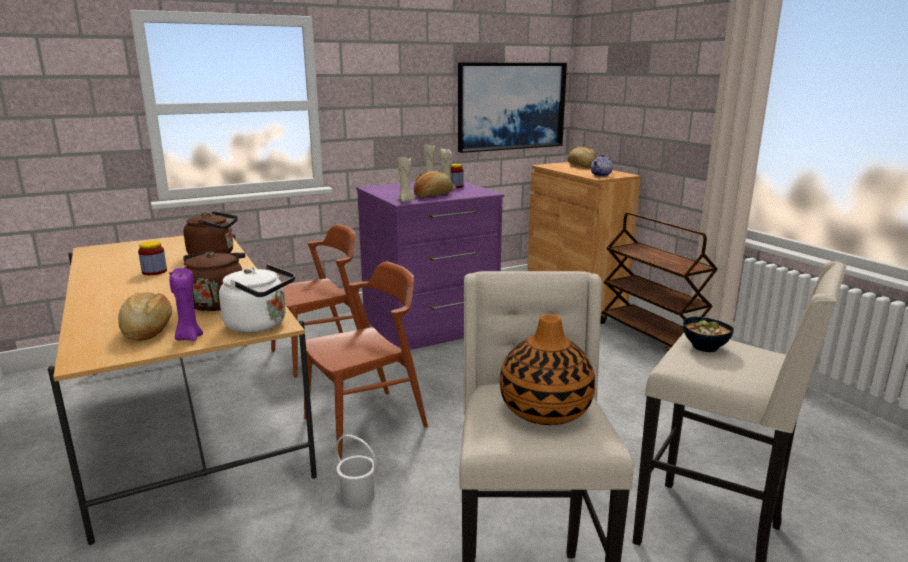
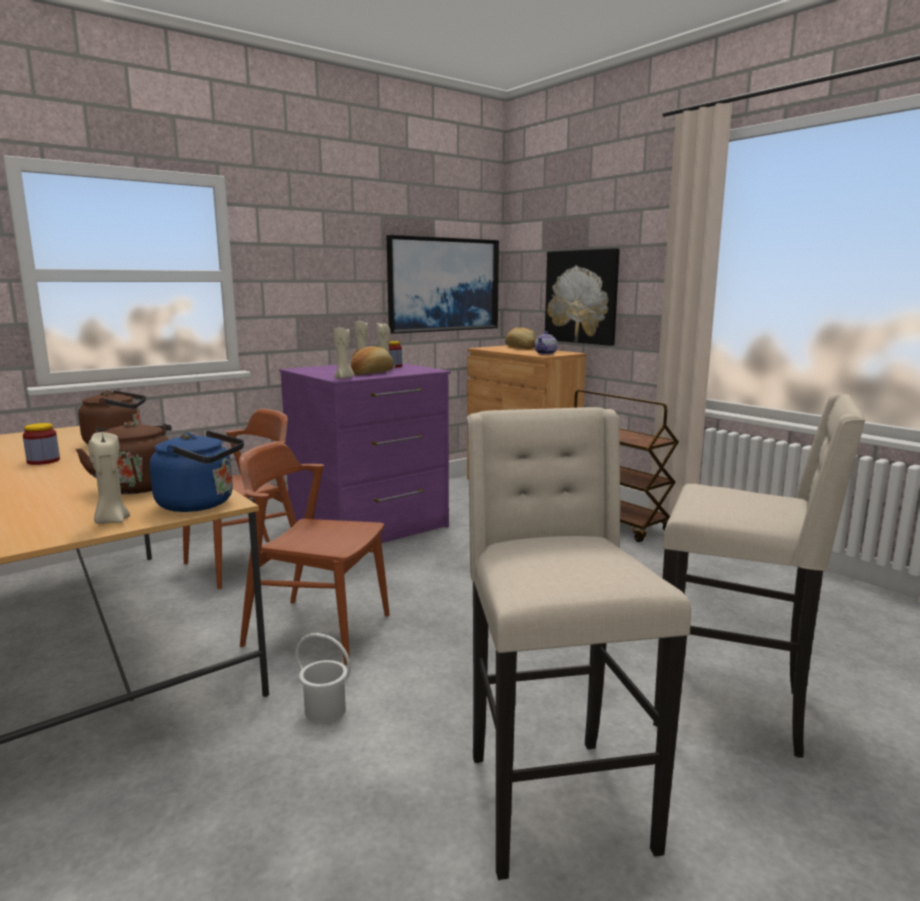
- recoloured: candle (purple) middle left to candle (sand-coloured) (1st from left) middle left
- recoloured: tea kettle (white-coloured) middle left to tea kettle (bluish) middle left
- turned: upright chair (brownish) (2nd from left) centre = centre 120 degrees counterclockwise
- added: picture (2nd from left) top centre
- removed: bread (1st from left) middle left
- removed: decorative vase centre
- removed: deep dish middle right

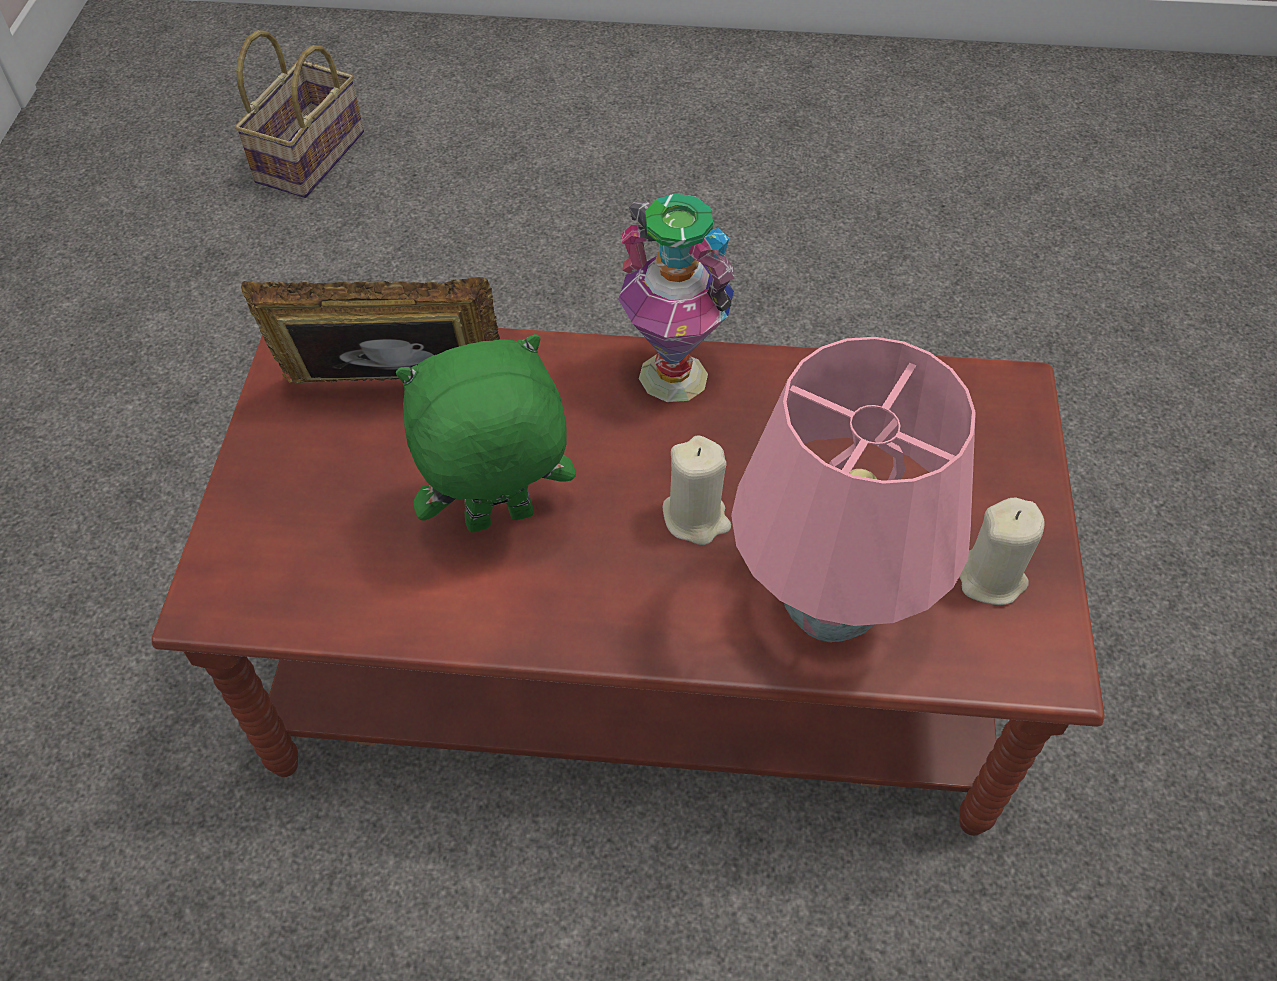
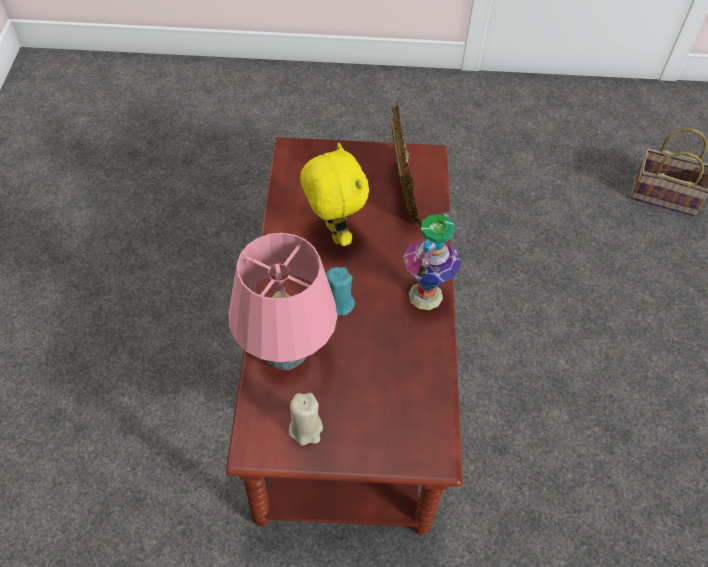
- recoloured: soft toy (green-coloured) centre to soft toy (yellow) centre
- recoloured: candle (sand-coloured) (1st from left) centre to candle (blue-green) centre

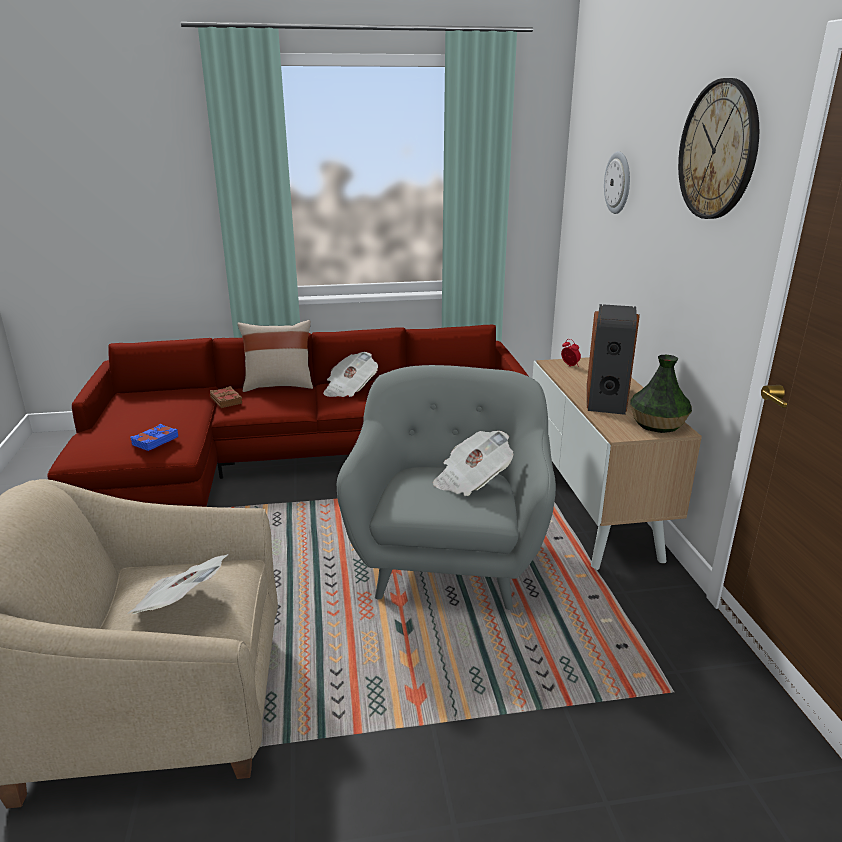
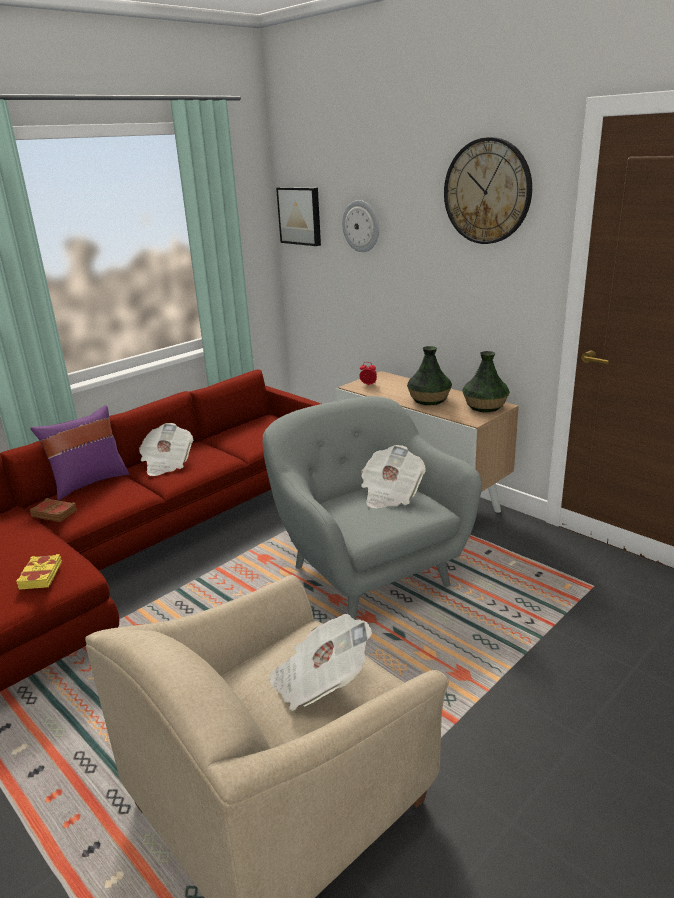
- recoloured: book (bluish) middle left to book (yellow) middle left
- recoloured: pillow (sand-coloured) middle left to pillow (purple) middle left
- added: picture top centre
- replaced: loudspeaker middle right to decorative vase (1st from left) centre

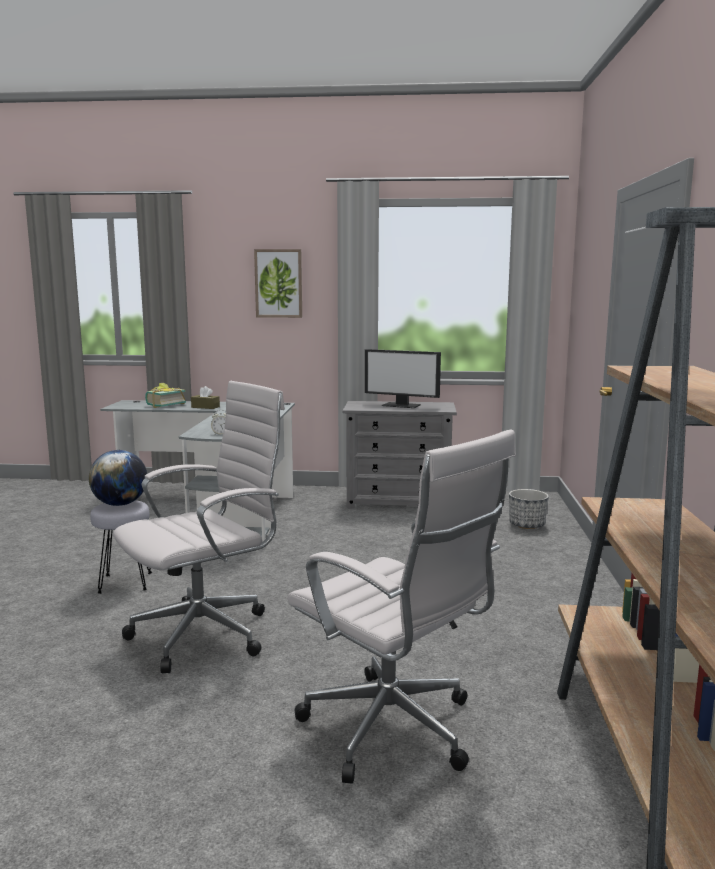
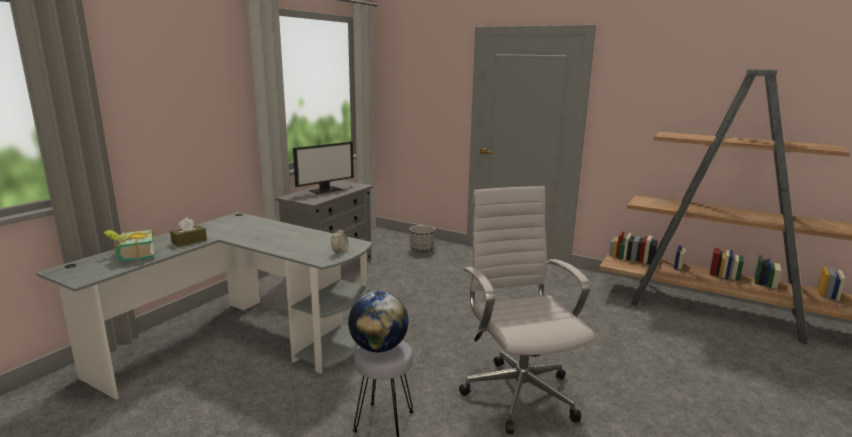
- removed: picture top centre
- removed: office chair (white-coloured) (2nd from left) bottom centre

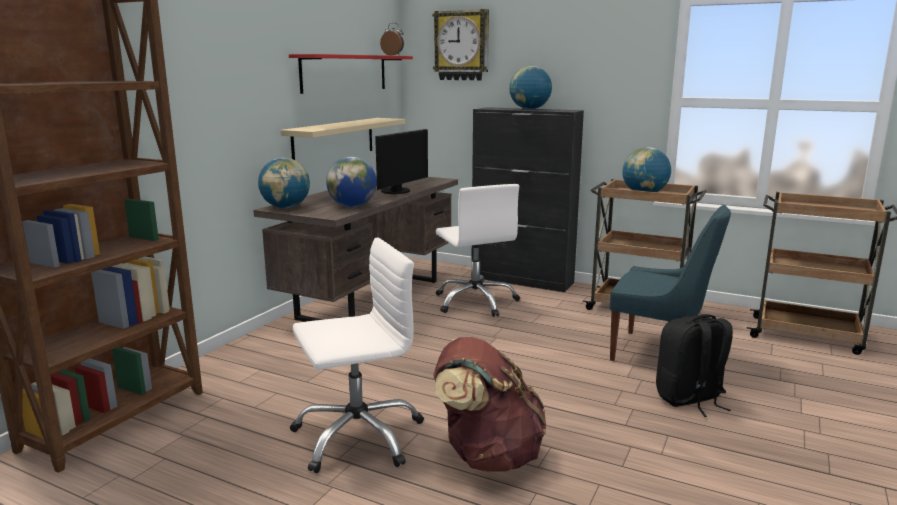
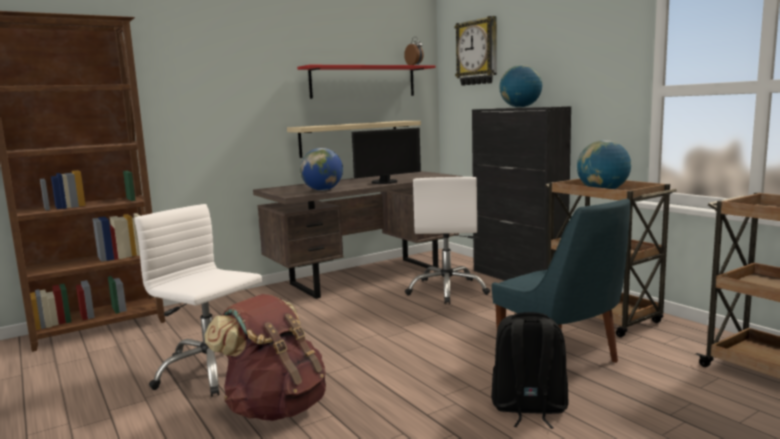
- turned: office chair (white-coloured) (1st from left) bottom centre = bottom left 150 degrees counterclockwise
- removed: globe (1st from left) middle left

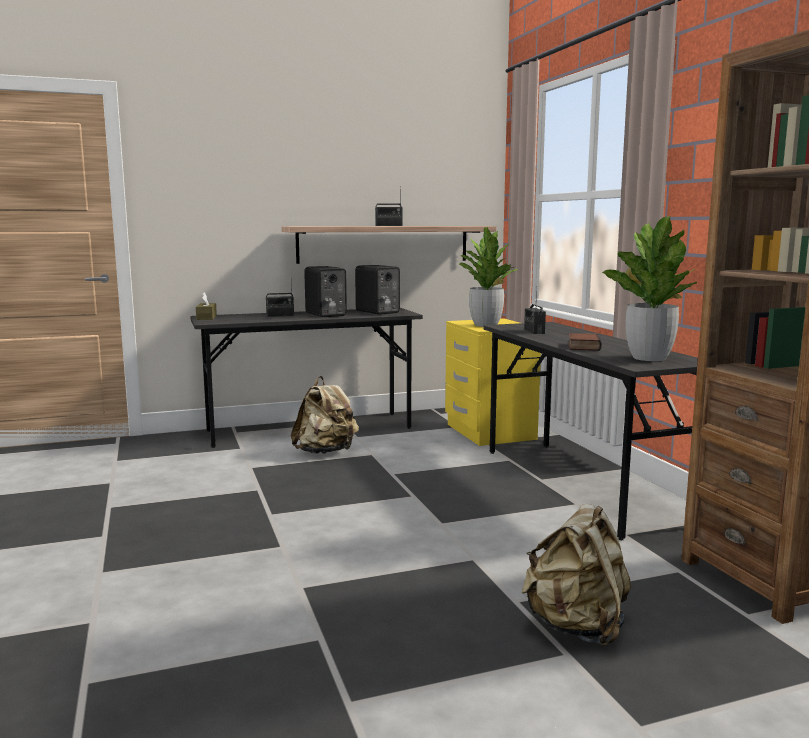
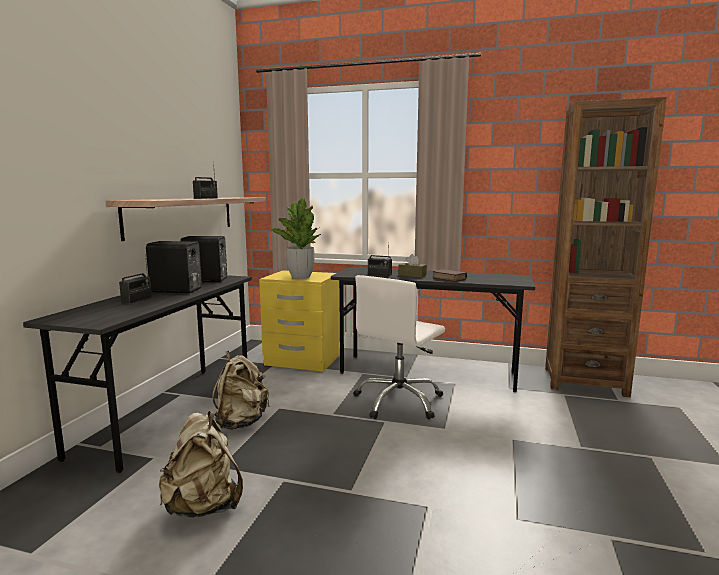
- moved: rucksack (sand-coloured) (2nd from left in the first image) bottom right to rucksack (sand-coloured) (1st from left) bottom left
- added: office chair (white-coloured) centre
- moved: box of tissues (brownish) middle left to centre
- removed: potted plant (2nd from left) middle right

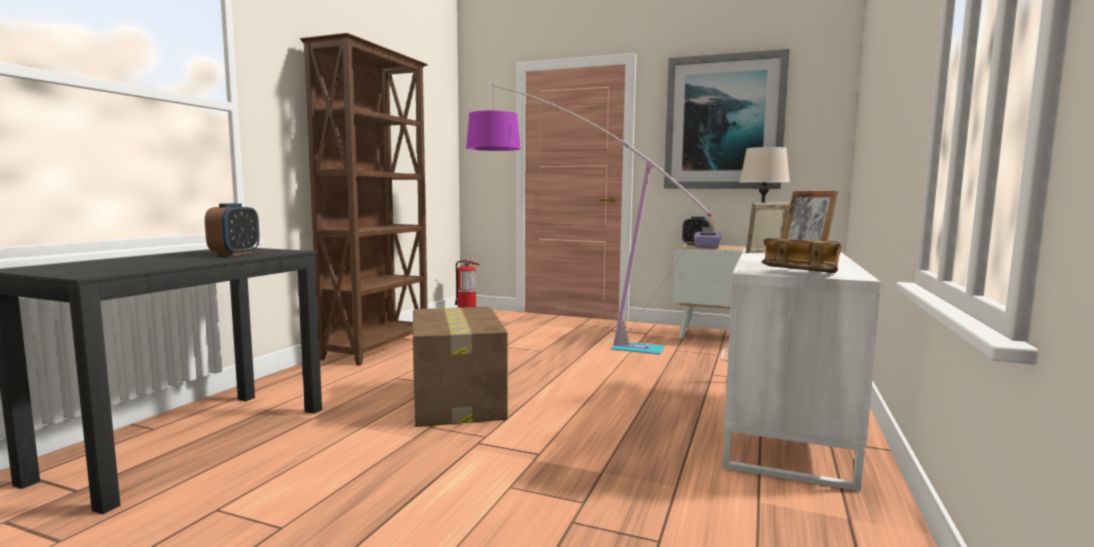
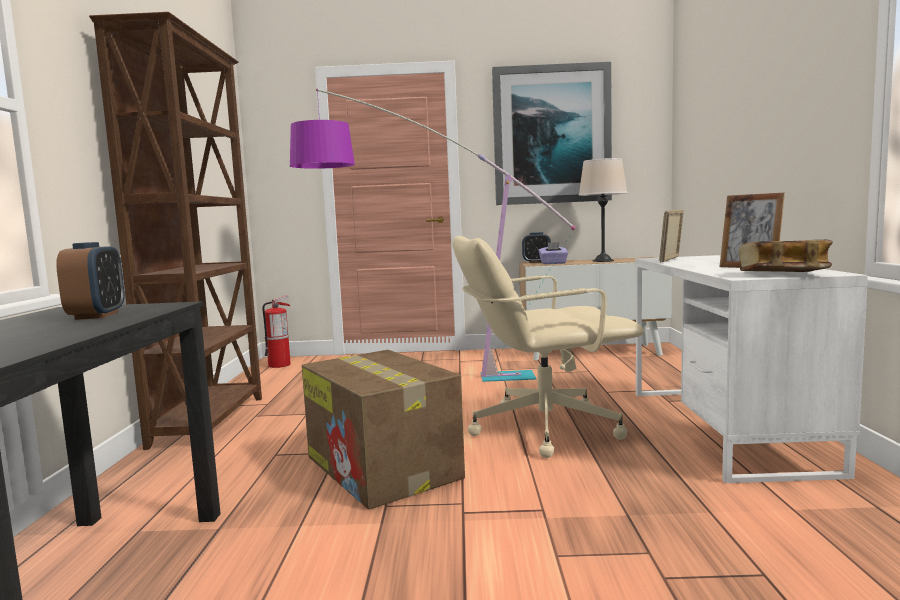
- added: office chair (sand-coloured) centre

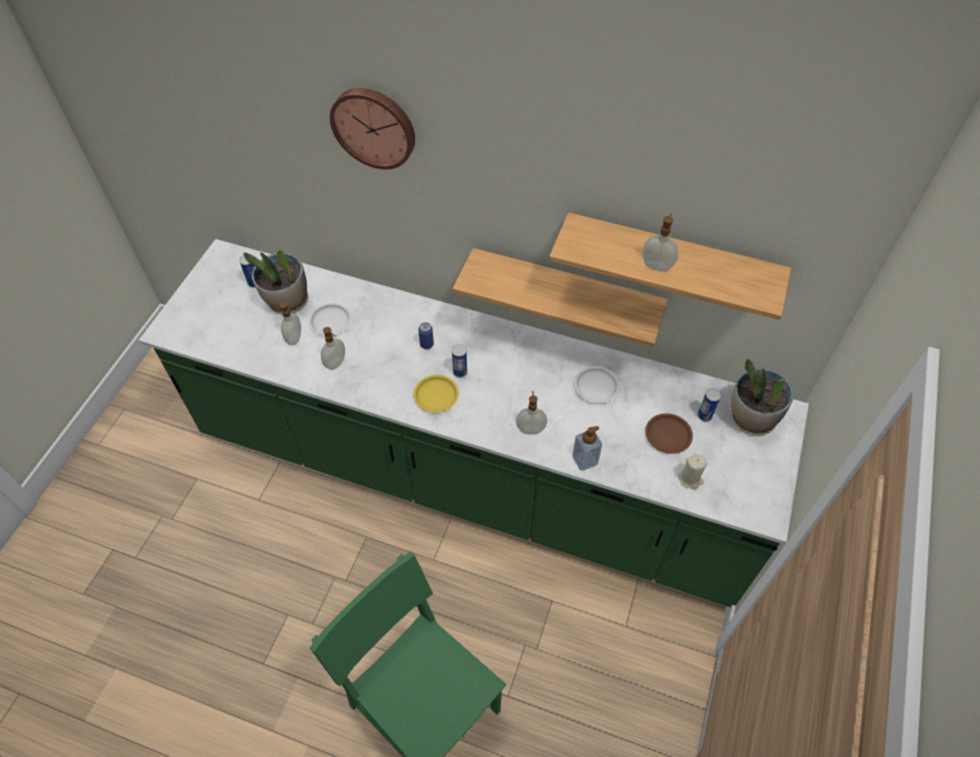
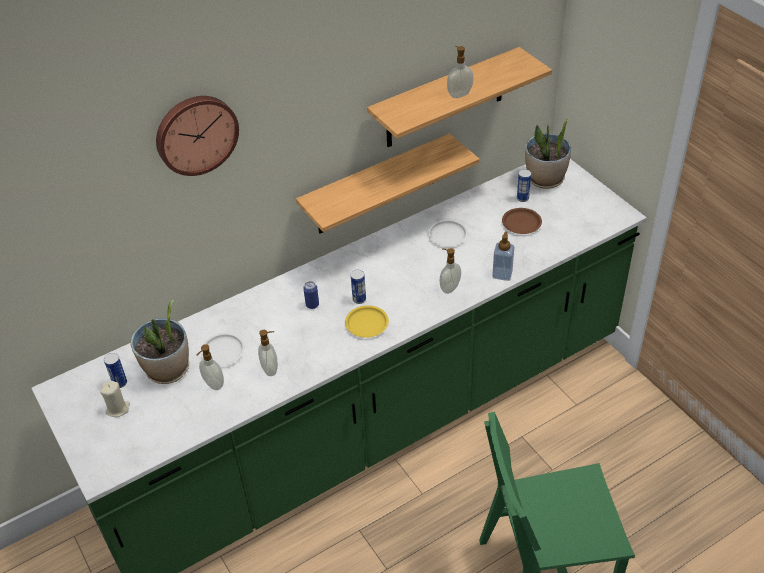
- moved: candle (sand-coloured) middle right to bottom left

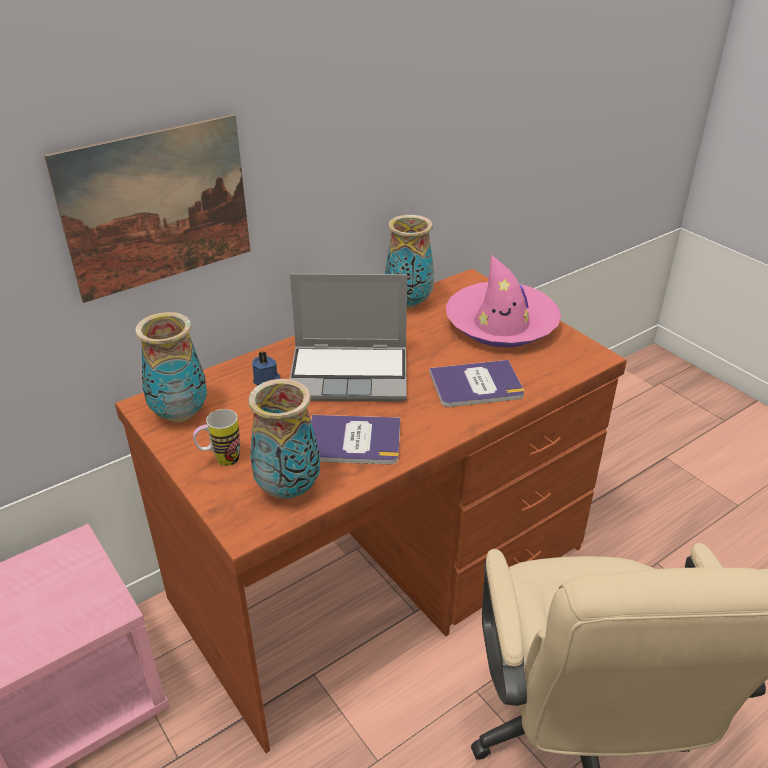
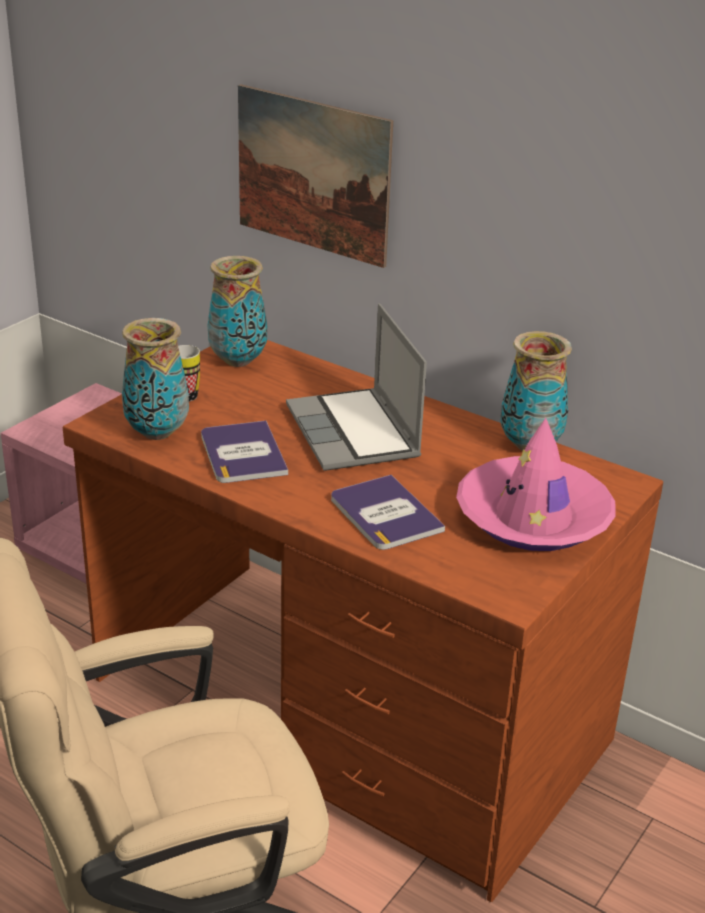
- removed: candle (bluish) centre

